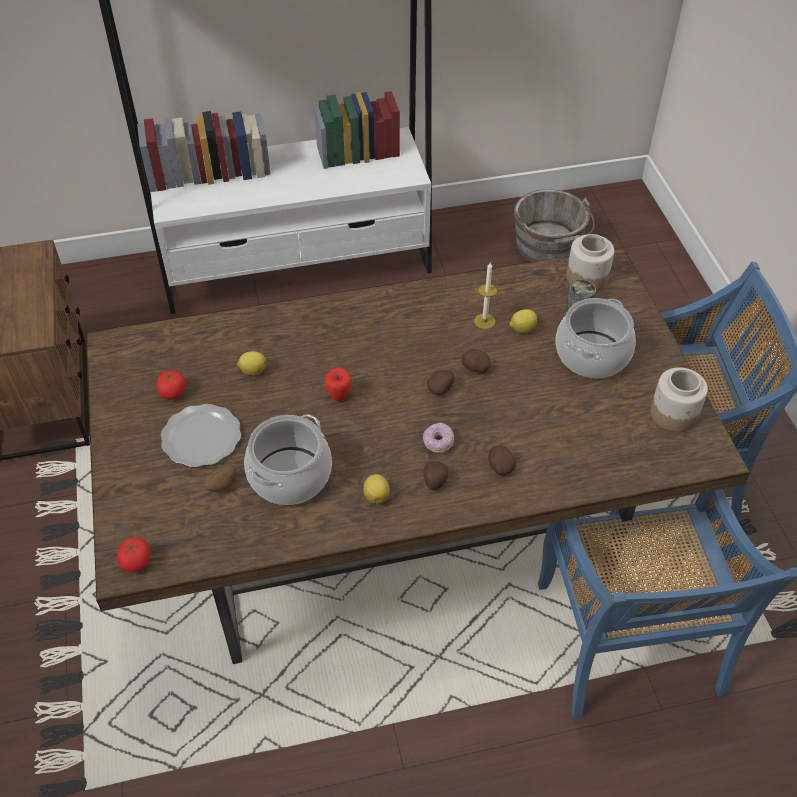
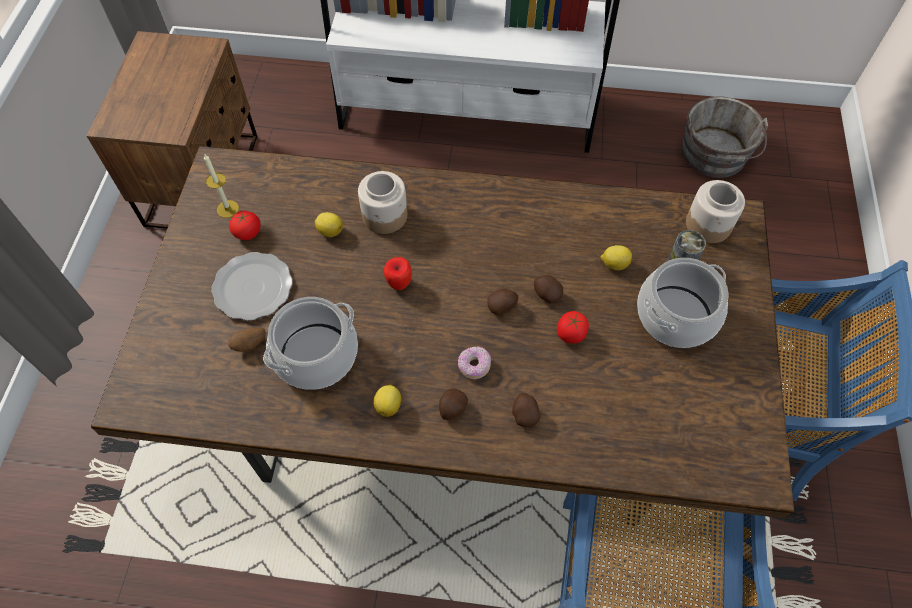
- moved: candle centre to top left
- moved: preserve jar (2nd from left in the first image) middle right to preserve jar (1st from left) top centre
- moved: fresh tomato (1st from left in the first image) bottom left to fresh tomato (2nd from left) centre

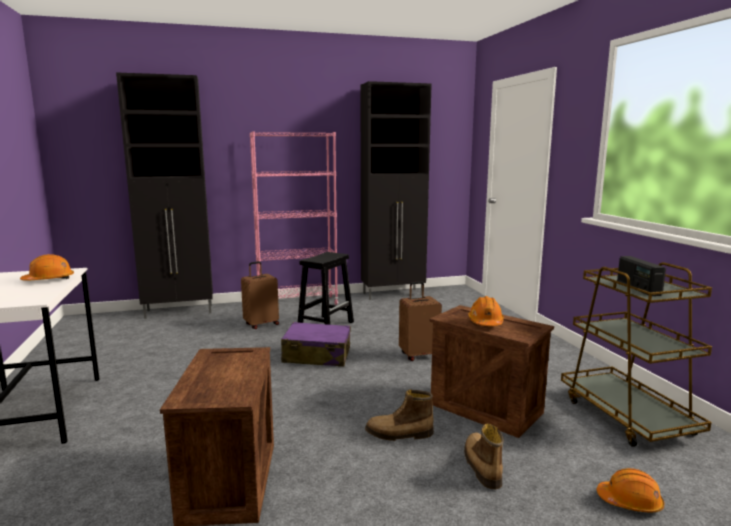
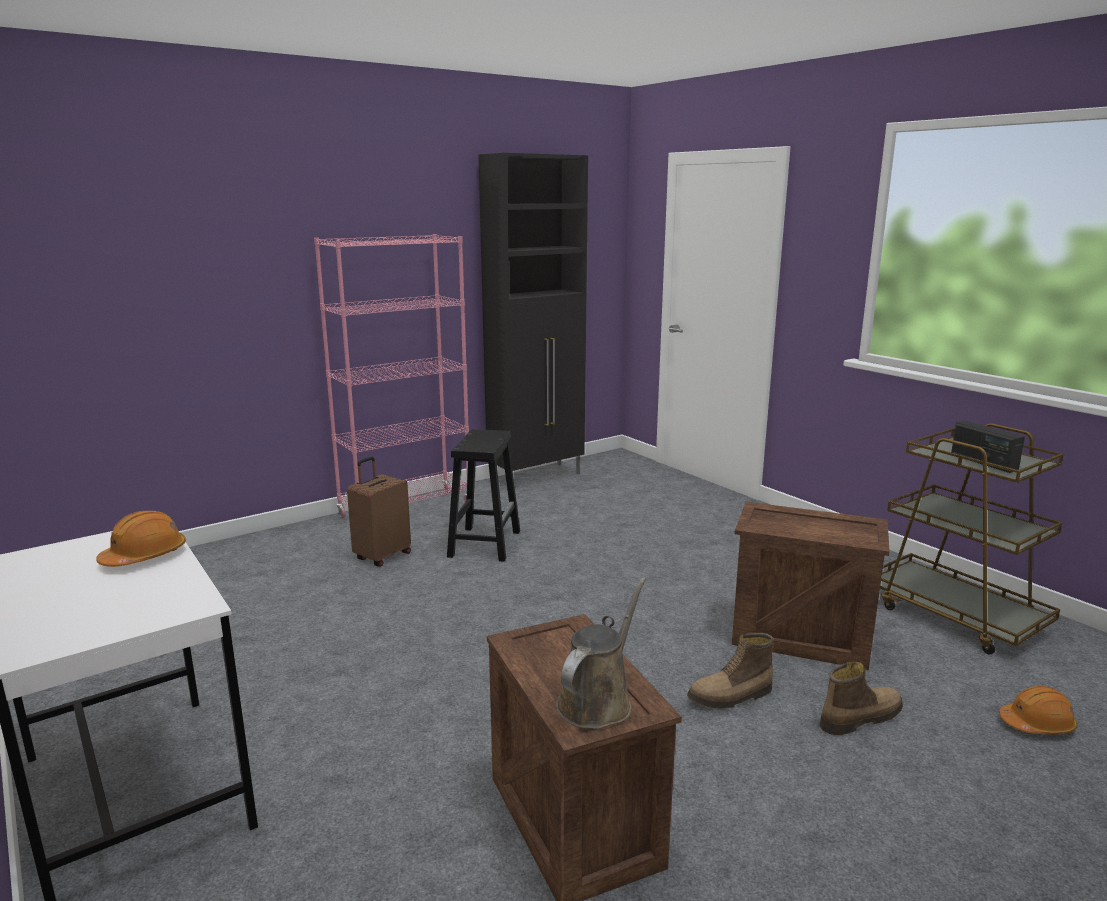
- added: sprinkling can (brownish) bottom centre
- turned: high-top boot (2nd from left) bottom centre = bottom right 90 degrees clockwise
- removed: cupboard (black-coloured) (1st from left) middle left
- removed: piece of luggage (purple) centre
- removed: piece of luggage (brownish) (2nd from left) centre
- removed: safety helmet (orangey) (2nd from left) centre

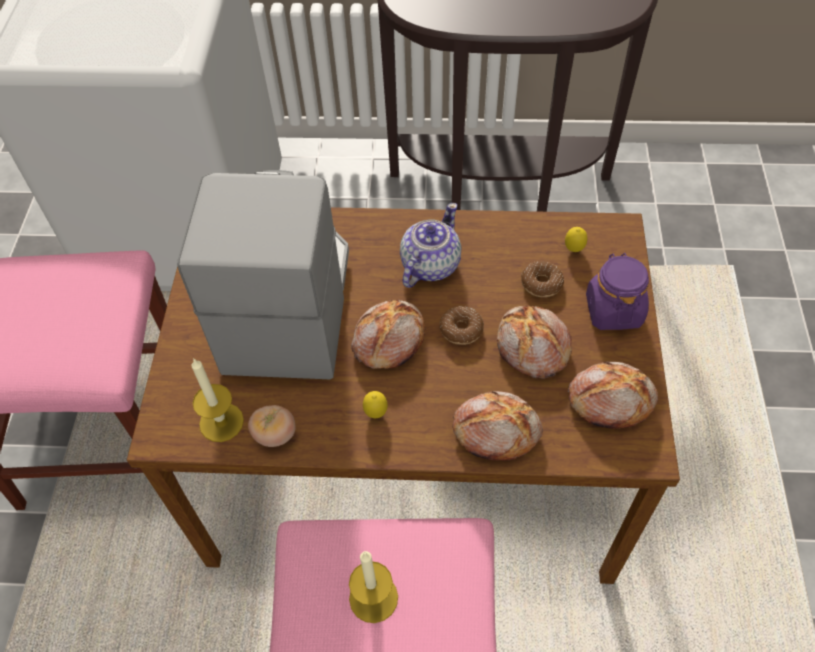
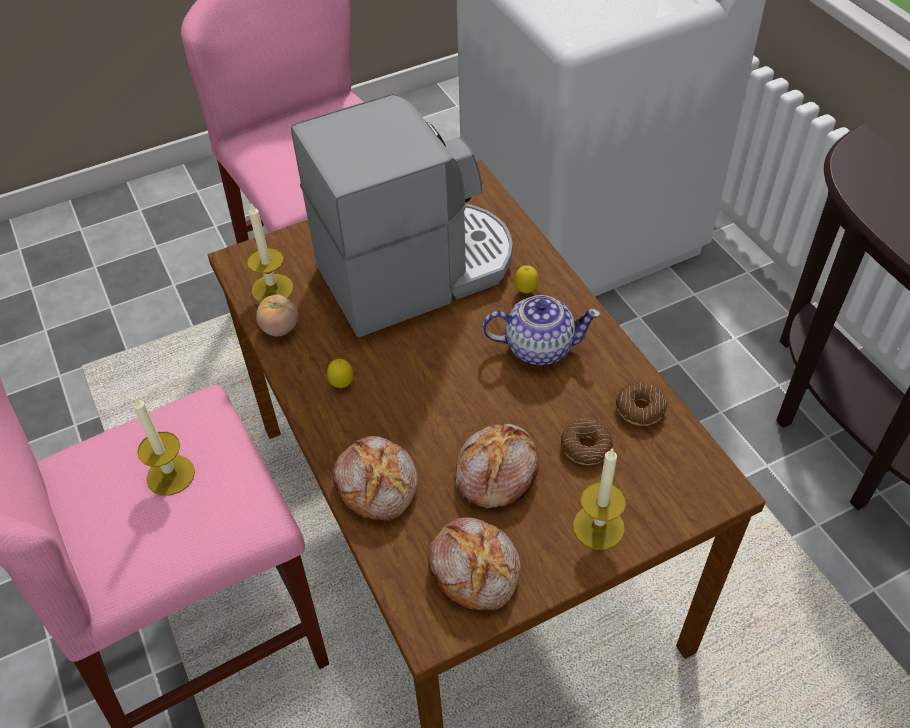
- moved: citrus fruit (2nd from left) middle right to centre
- replaced: preserve jar (purple) middle right to candle (3rd from left) bottom centre
- moved: doughnut (1st from left in the first image) centre to doughnut (2nd from left) middle right
- removed: bread (1st from left) centre

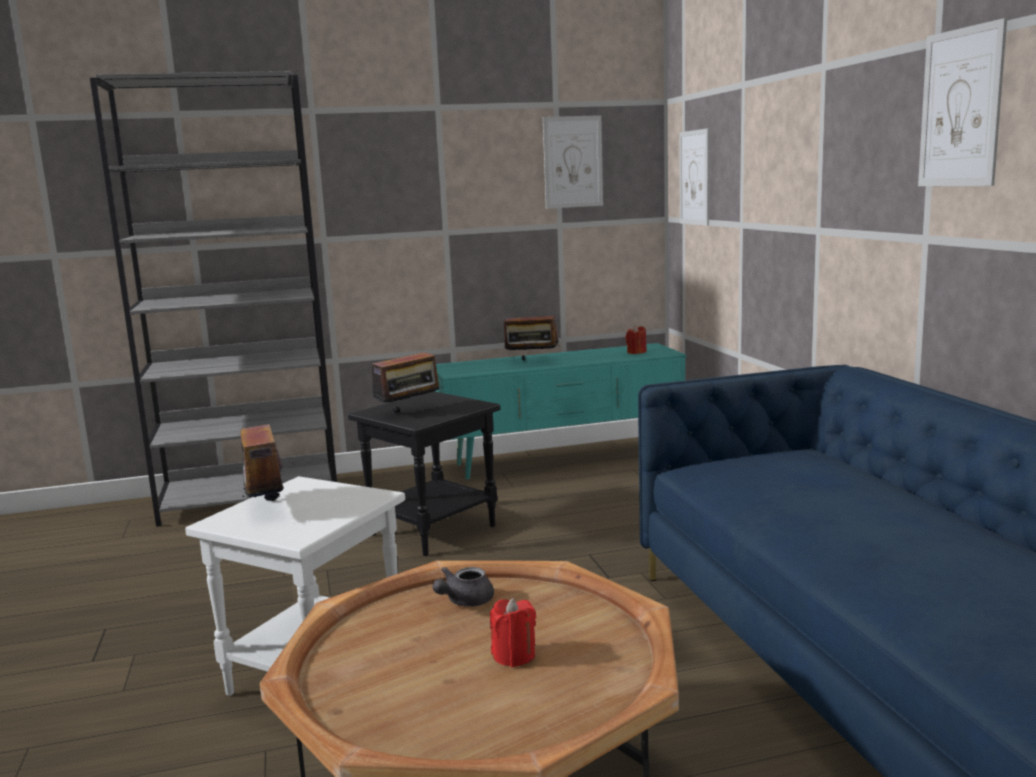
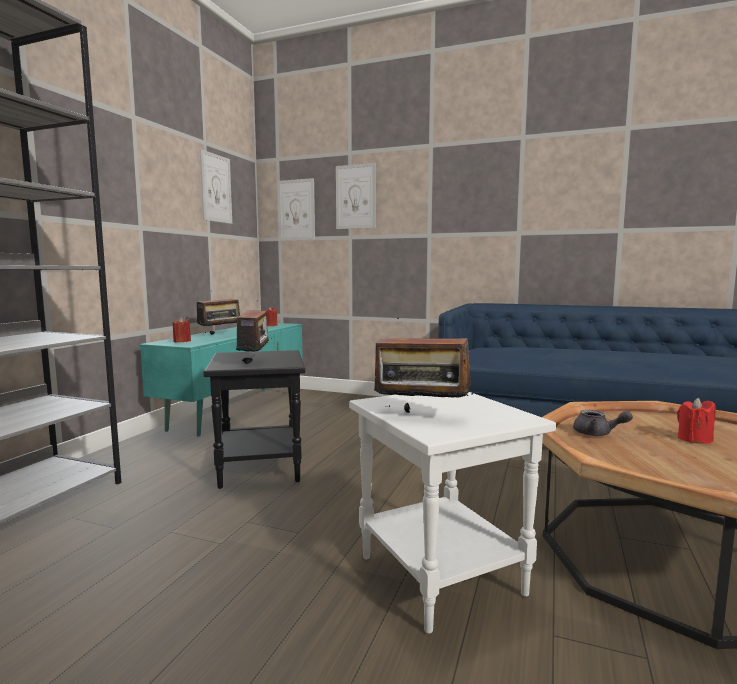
- added: candle (reddish) (1st from left) middle left
- moved: picture (3rd from left) top right to top centre
- turned: pot for tea (greyish) bottom centre = middle right 45 degrees counterclockwise

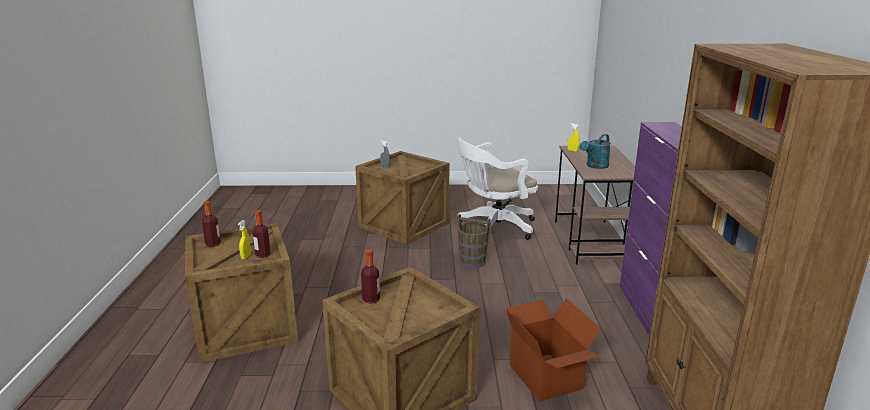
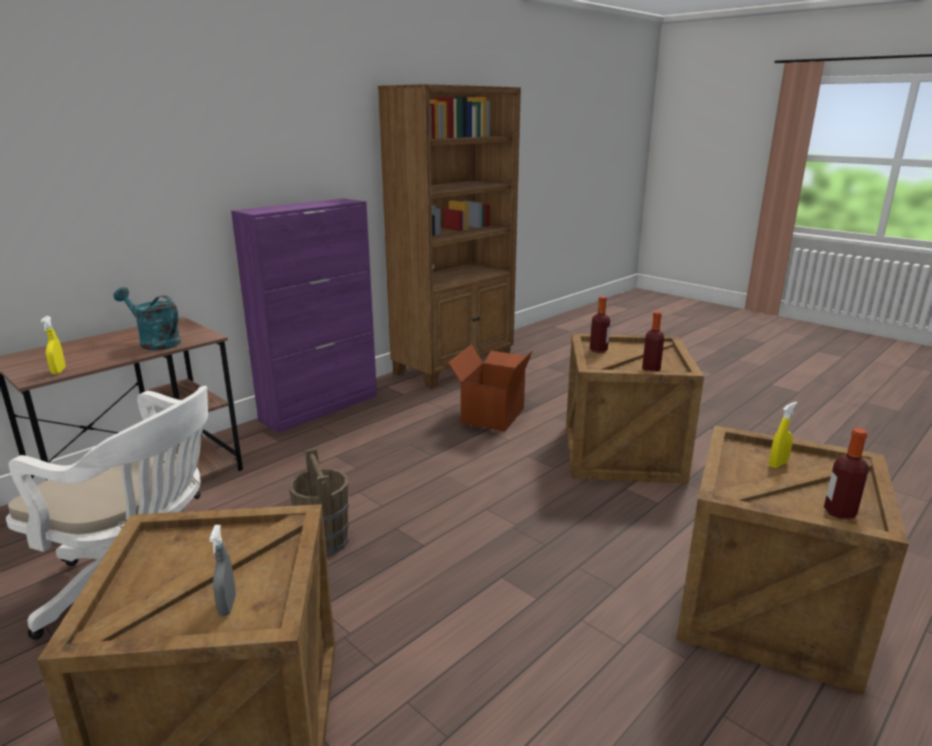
- turned: sprinkling can (blue-green) middle right = middle left 150 degrees counterclockwise
- moved: beverage bottle (2nd from left in the first image) middle left to beverage bottle (1st from left) centre

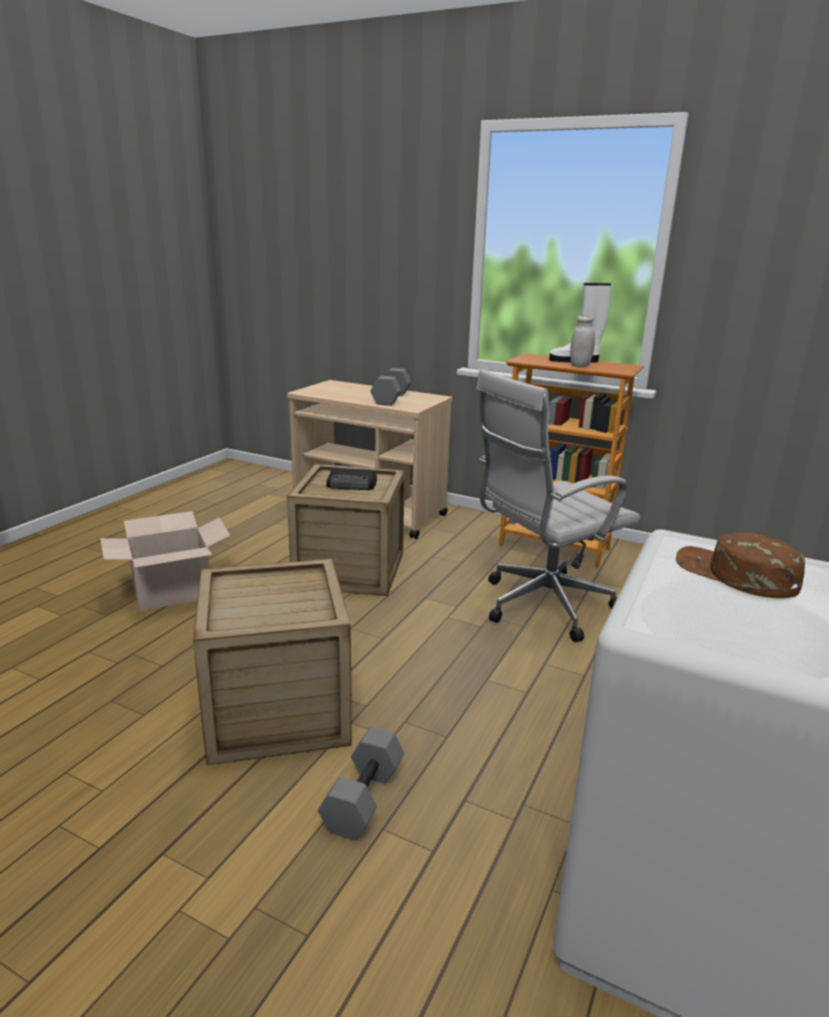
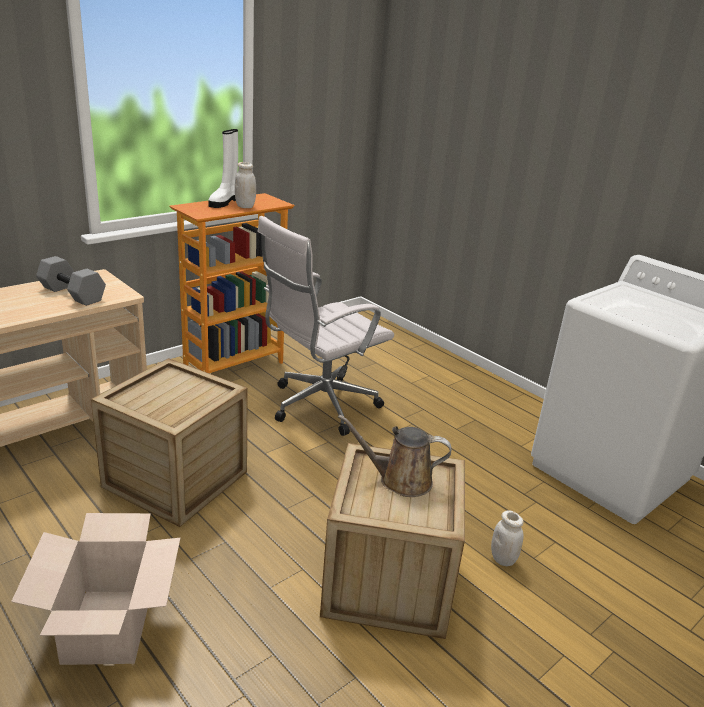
- turned: office chair (white-coloured) middle right = centre 60 degrees clockwise
- added: sprinkling can (brownish) centre
- replaced: dumbbell (greyish) (1st from left) bottom centre to preserve jar (white-coloured) (2nd from left) bottom right
- removed: radio centre
- removed: peaked cap (brownish) middle right

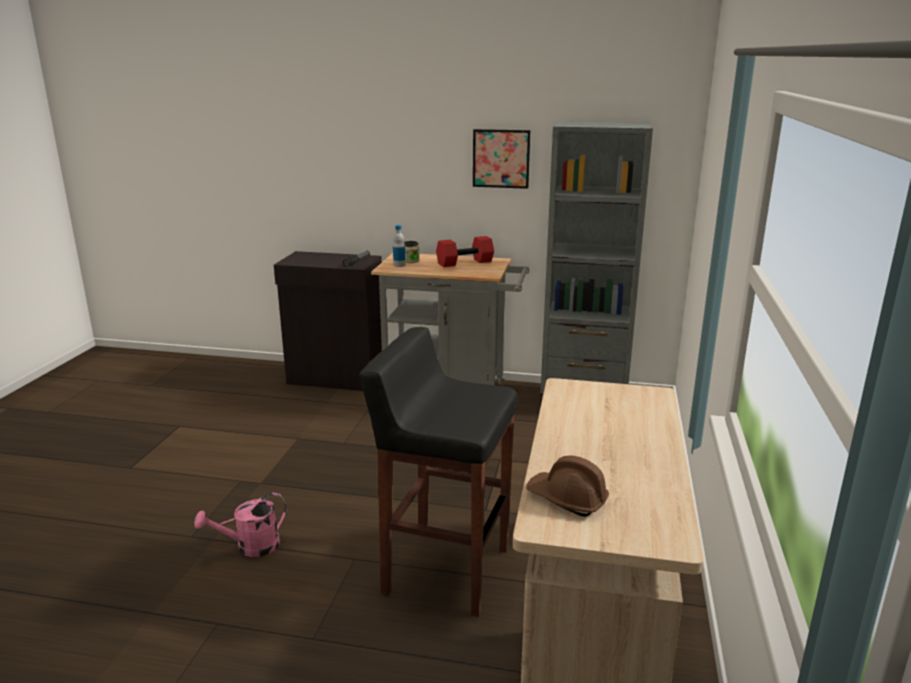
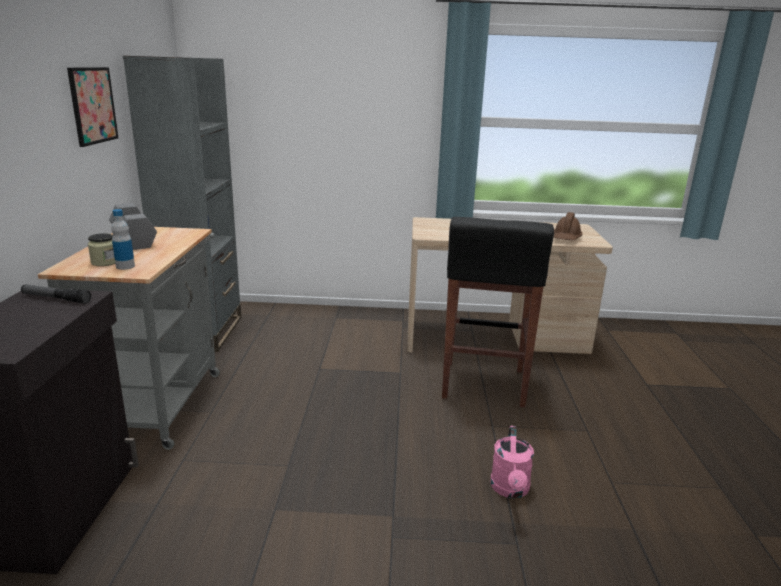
- recoloured: dumbbell (reddish) centre to dumbbell (greyish) middle left
- turned: sprinkling can (pink) bottom left = bottom centre 45 degrees clockwise

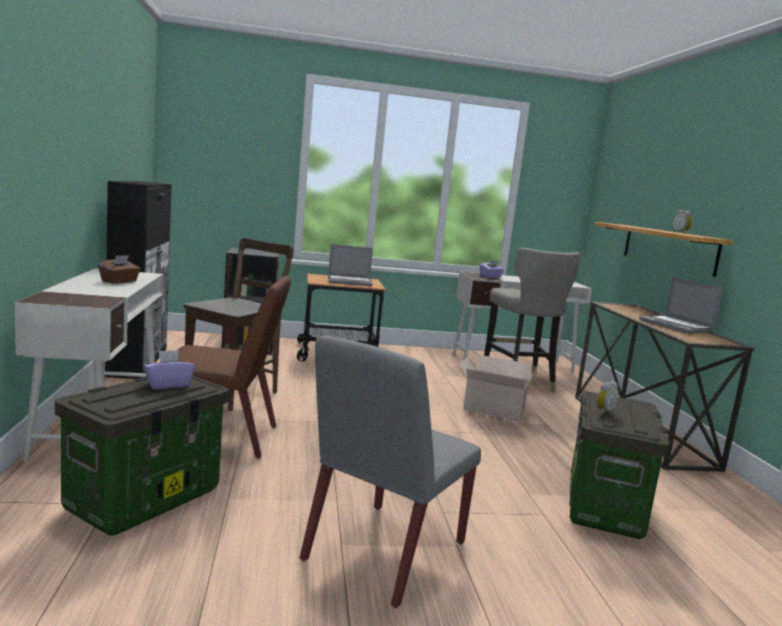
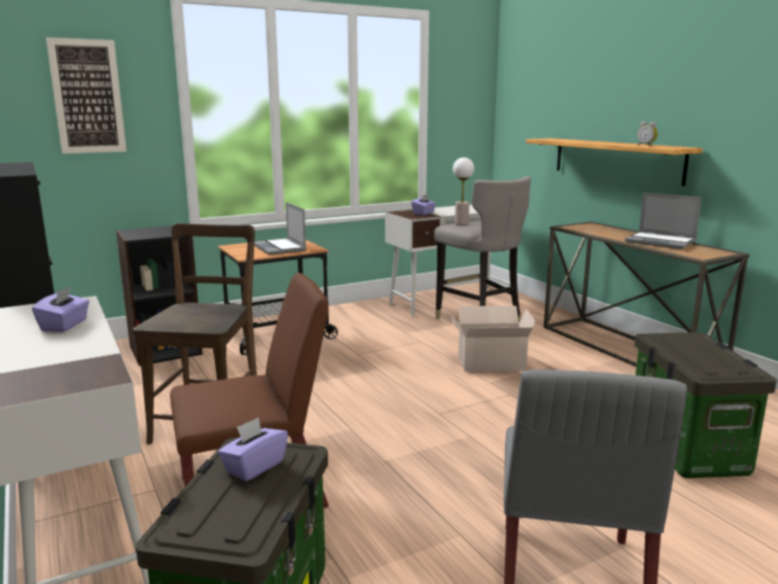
- recoloured: box of tissues (brownish) middle left to box of tissues (purple) (1st from left) middle left
- added: picture top left
- turned: laptop (1st from left) centre = centre 90 degrees clockwise
- added: lamp for a table top centre
- removed: table clock (1st from left) middle right

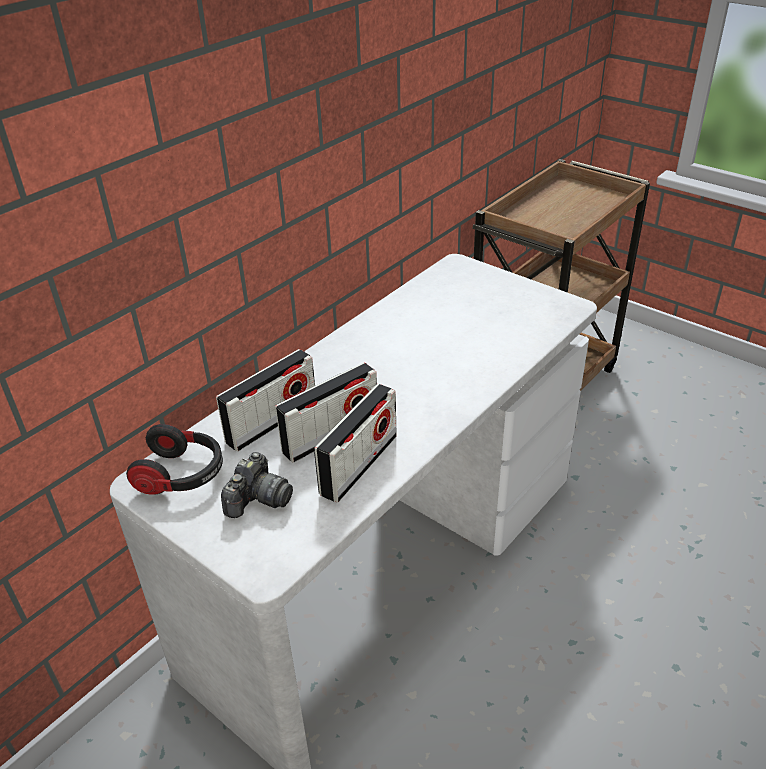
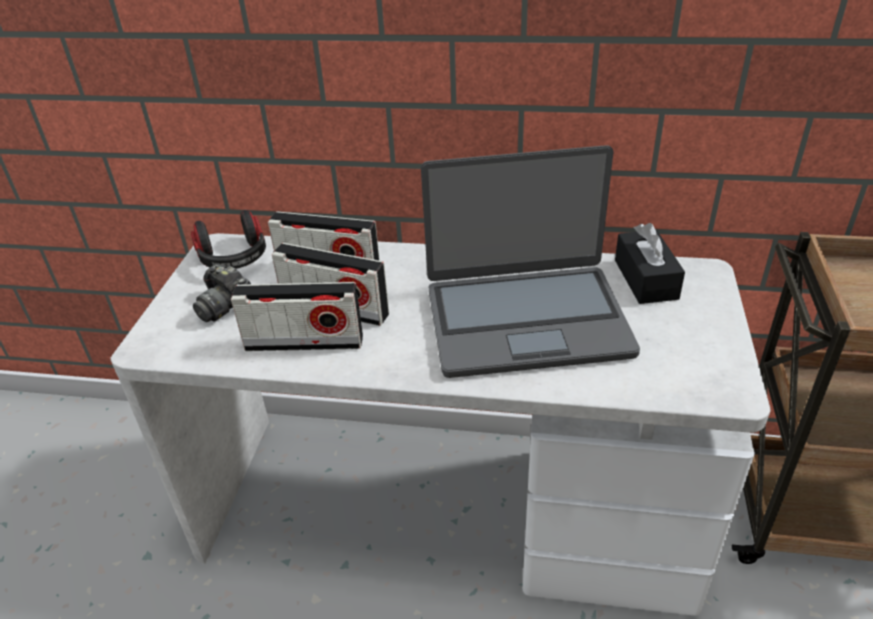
- turned: photo camera centre = middle left 45 degrees clockwise
- added: laptop centre
- added: box of tissues (black-coloured) middle right

